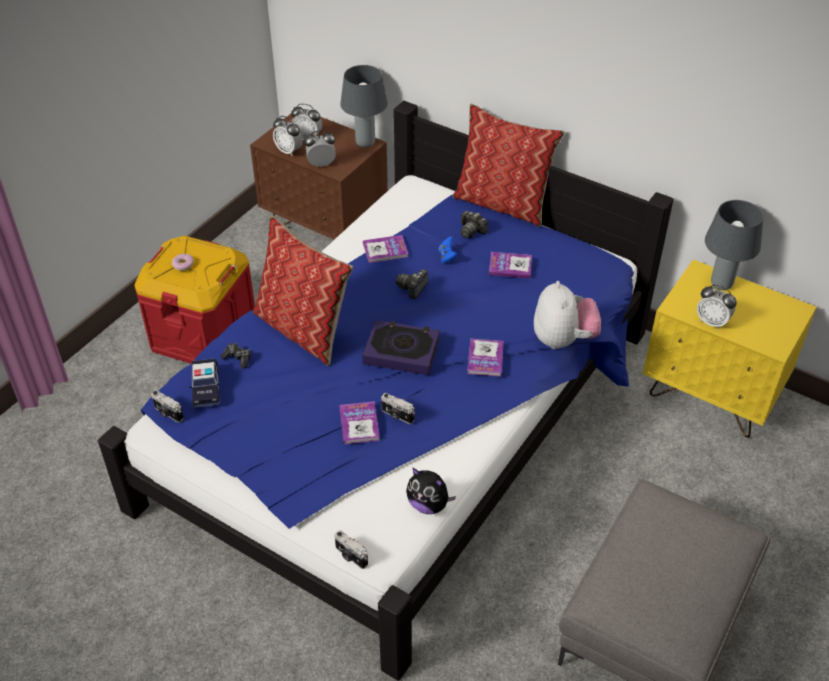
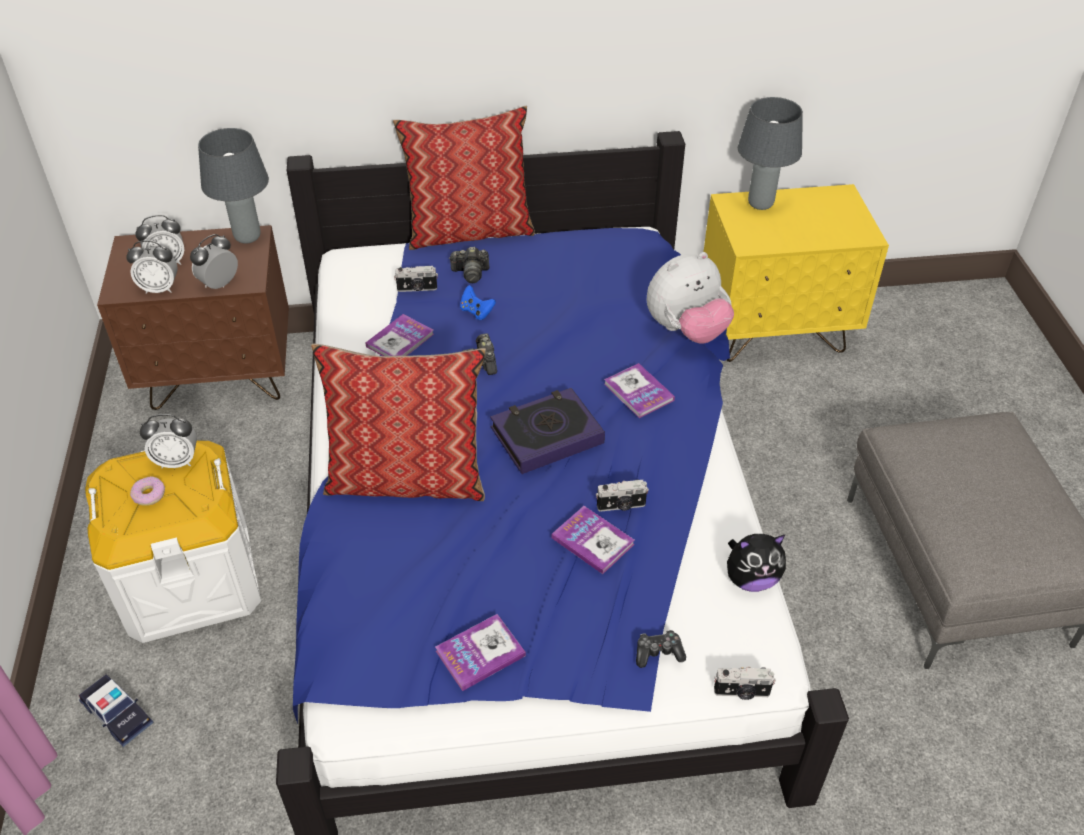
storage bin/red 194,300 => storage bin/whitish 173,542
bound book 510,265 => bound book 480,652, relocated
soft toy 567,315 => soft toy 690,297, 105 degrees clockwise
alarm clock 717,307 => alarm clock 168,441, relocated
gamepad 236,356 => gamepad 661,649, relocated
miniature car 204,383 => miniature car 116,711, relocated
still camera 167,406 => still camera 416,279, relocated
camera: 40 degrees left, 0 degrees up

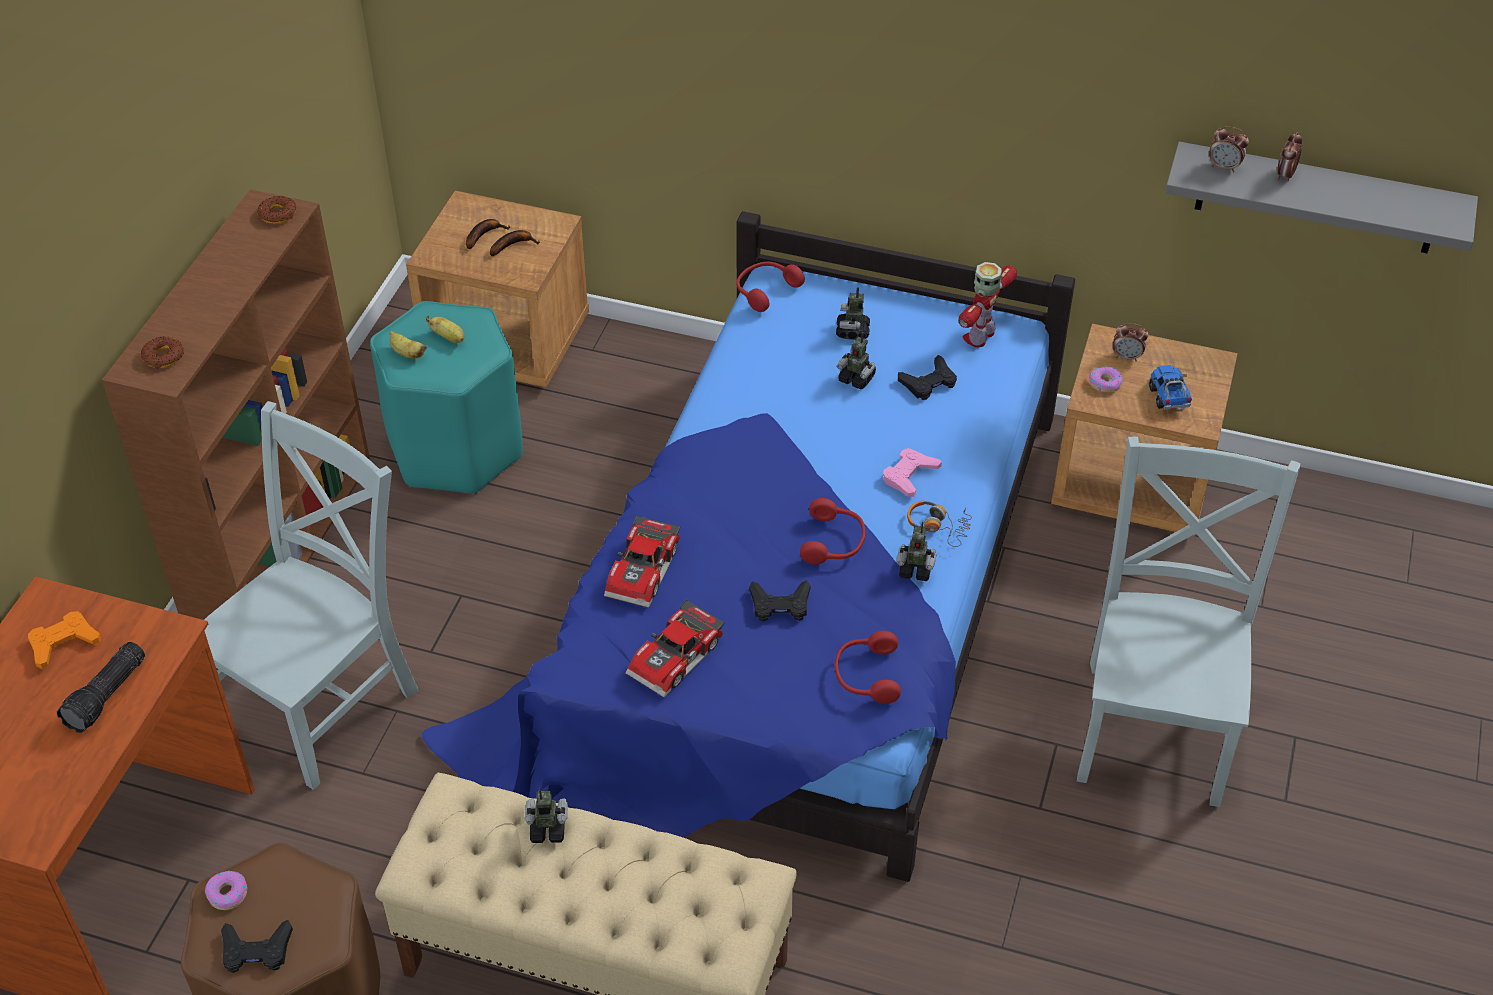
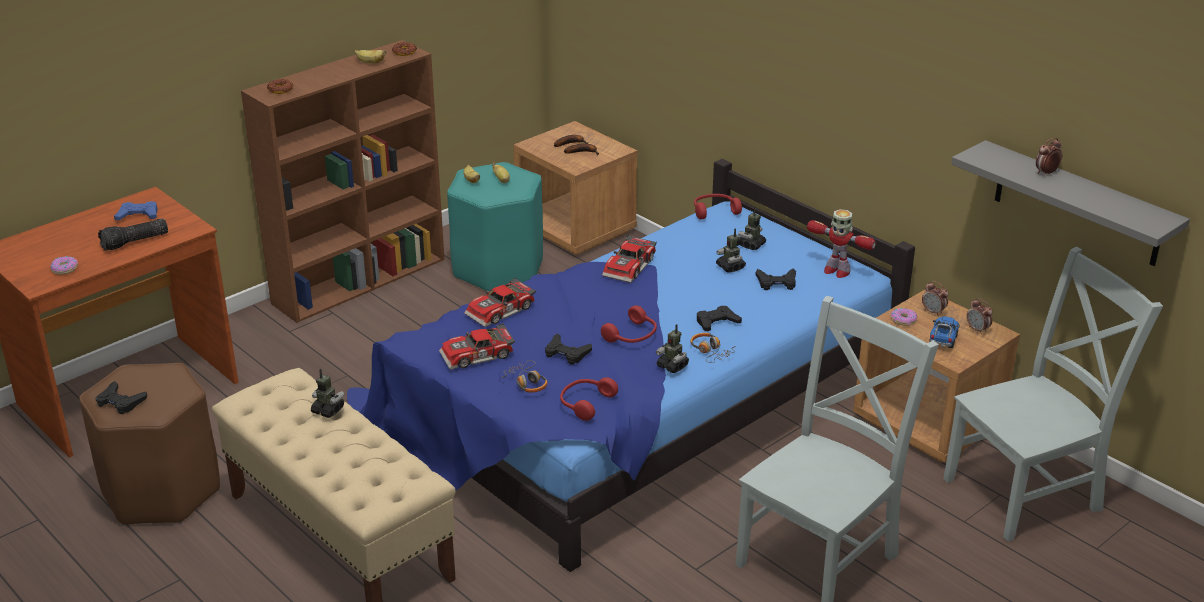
alarm clock 1229,149 => alarm clock 980,316, relocated
model robot 987,305 => model robot 841,243, 120 degrees counterclockwise
chair/gray 311,595 => chair/gray 1053,394, relocated
gamepad/pink 912,472 => gamepad/black-coloured 719,319
gamepad/orange 64,640 => gamepad/blue 136,211
ring doughnut 226,890 => ring doughnut 64,265, relocated
nothing => whole banana 370,56
nothing => miniature car 629,259
nothing => headset 524,376
camera: 30 degrees right, 15 degrees down

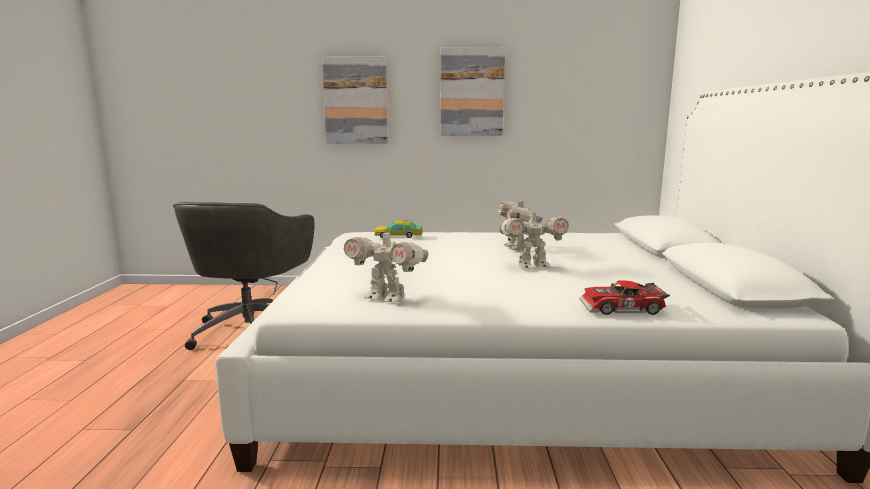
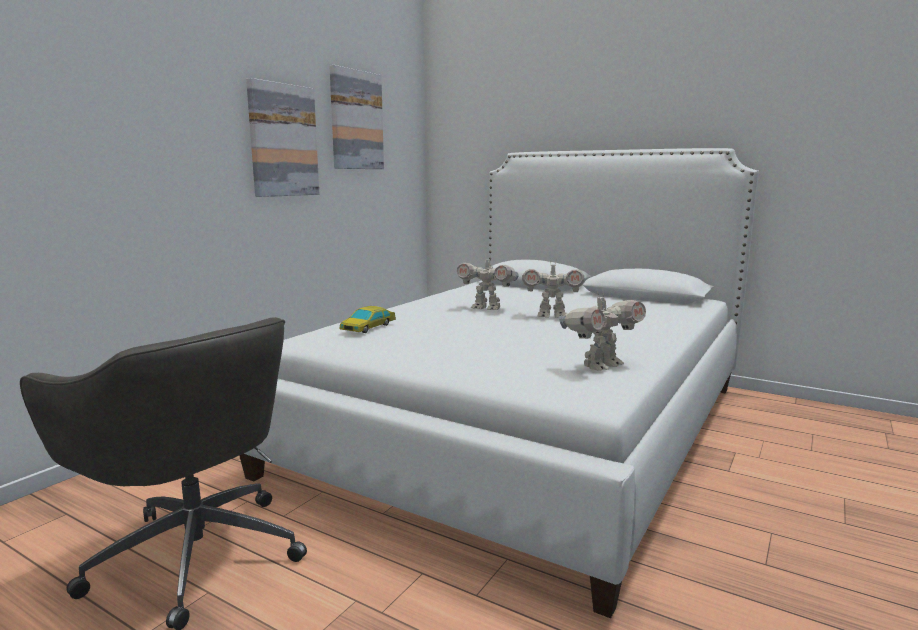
wall picture 355,100 => wall picture 356,117, relocated
model robot 534,239 => model robot 553,289, 75 degrees clockwise
miniature car 624,298 => nothing
camera: 60 degrees left, 0 degrees up

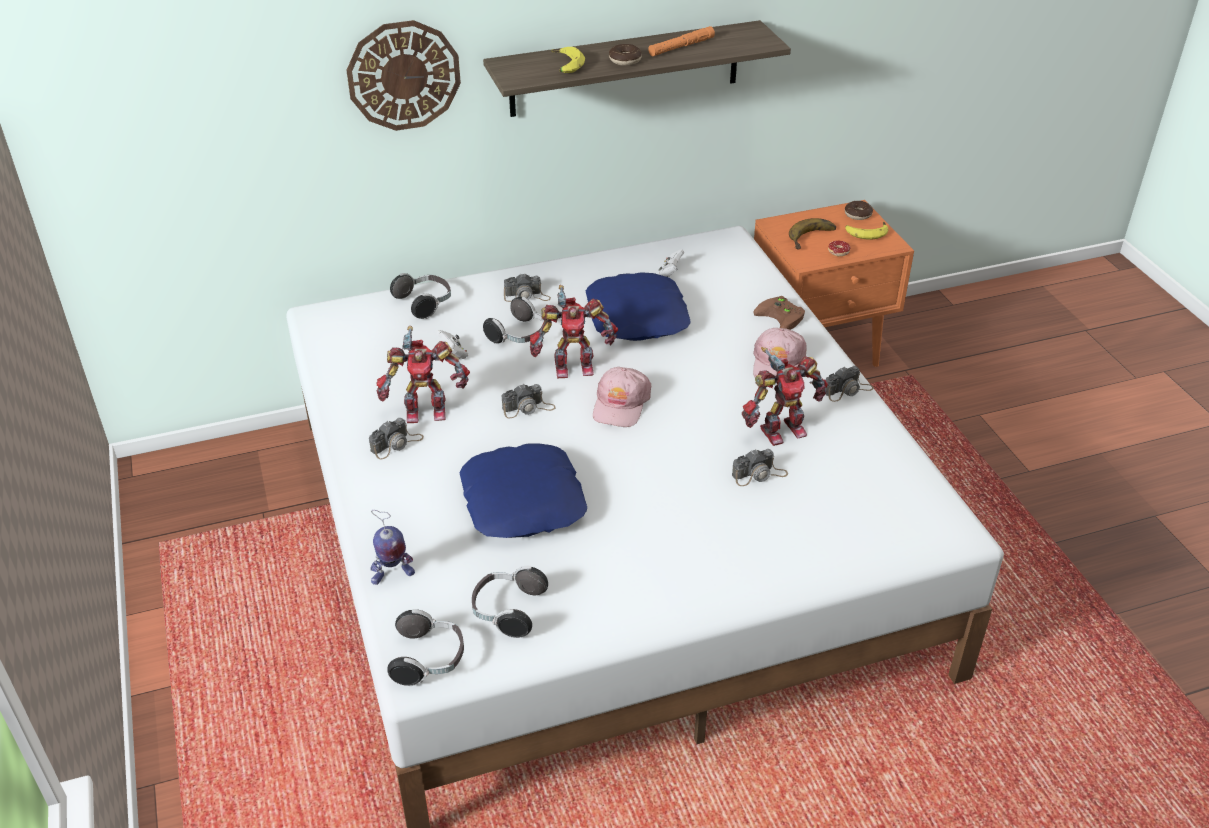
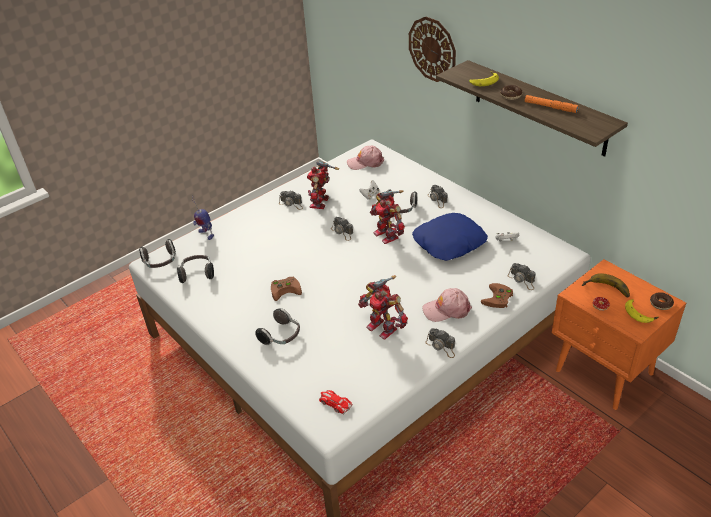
headset 420,296 => headset 277,326, relocated
model robot 423,374 => model robot 323,185, 45 degrees clockwise
peaked cap/pink 622,397 => peaked cap/pink 365,158, relocated
throw pillow/blue 523,490 => nothing
still camera 760,467 => still camera 521,276, relocated
nothing => gamepad/brown-coloured 286,289
nothing => miniature car 336,402
camera: 70 degrees right, 0 degrees up

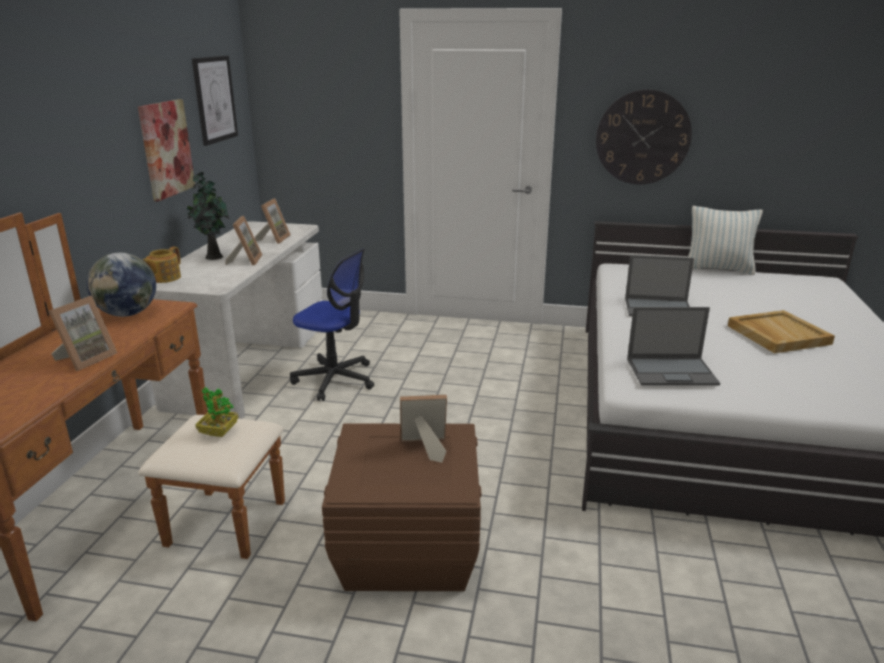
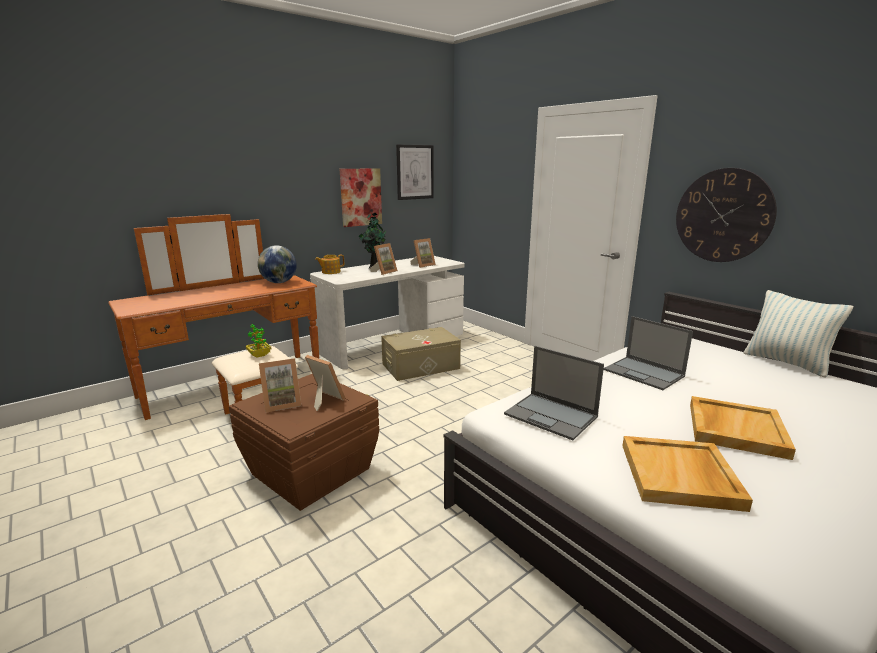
desk chair 332,324 => storage bin/sand-coloured 421,354
photo frame 82,333 => photo frame 280,385, relocated
nothing => serving tray/sand-coloured 687,474
camera: 40 degrees right, 5 degrees down

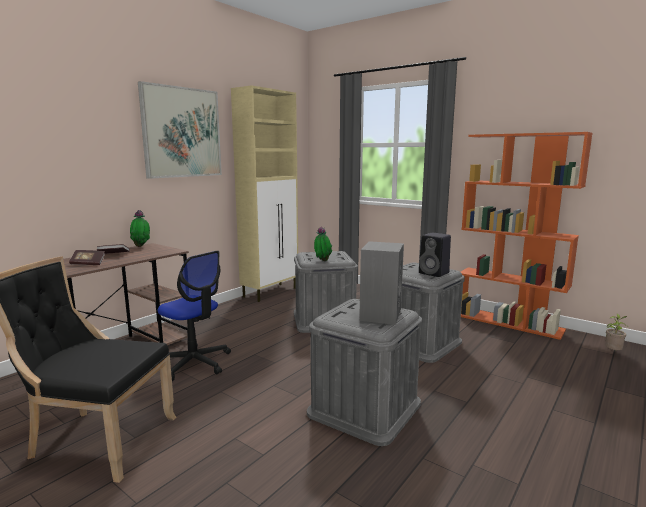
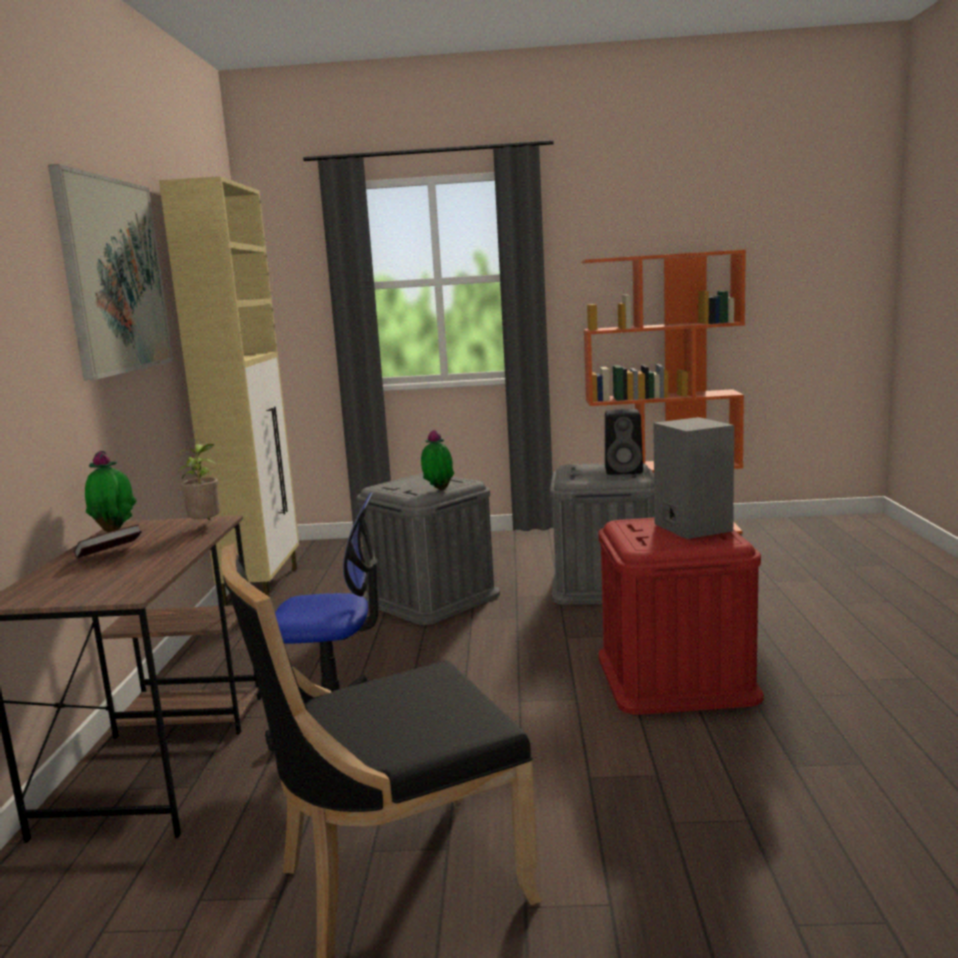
bound book 87,257 => nothing
storage bin/gray 365,372 => storage bin/red 680,616
plant in a pot 616,332 => plant in a pot 199,482, relocated
camera: 35 degrees left, 0 degrees up

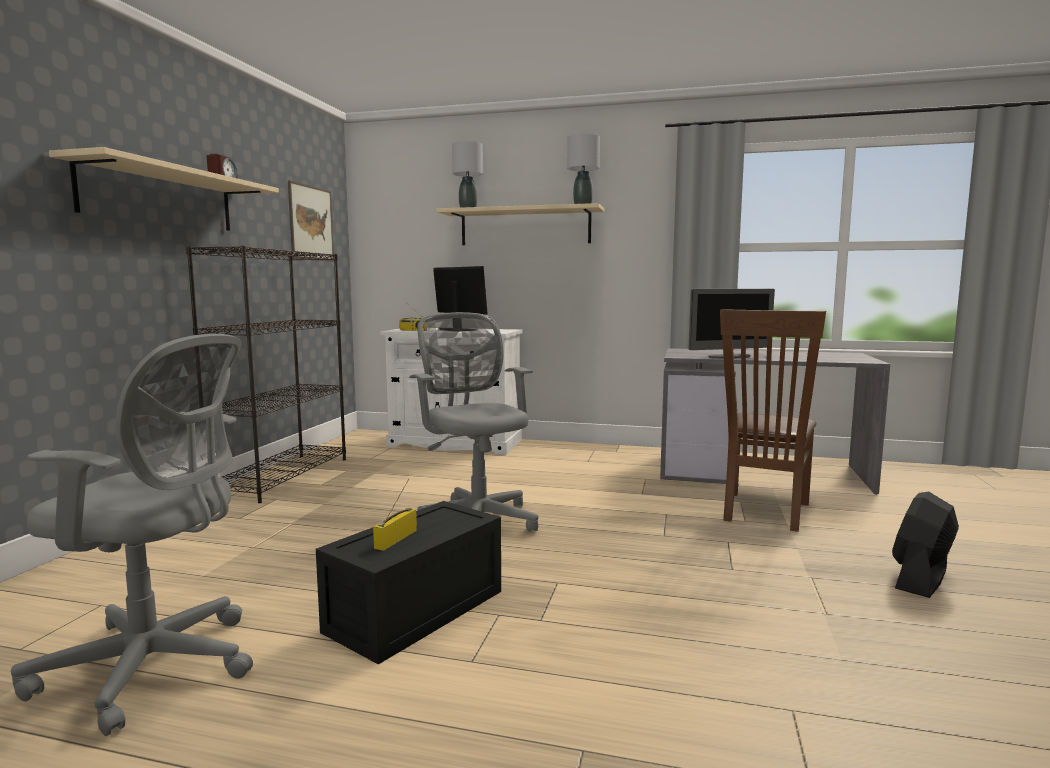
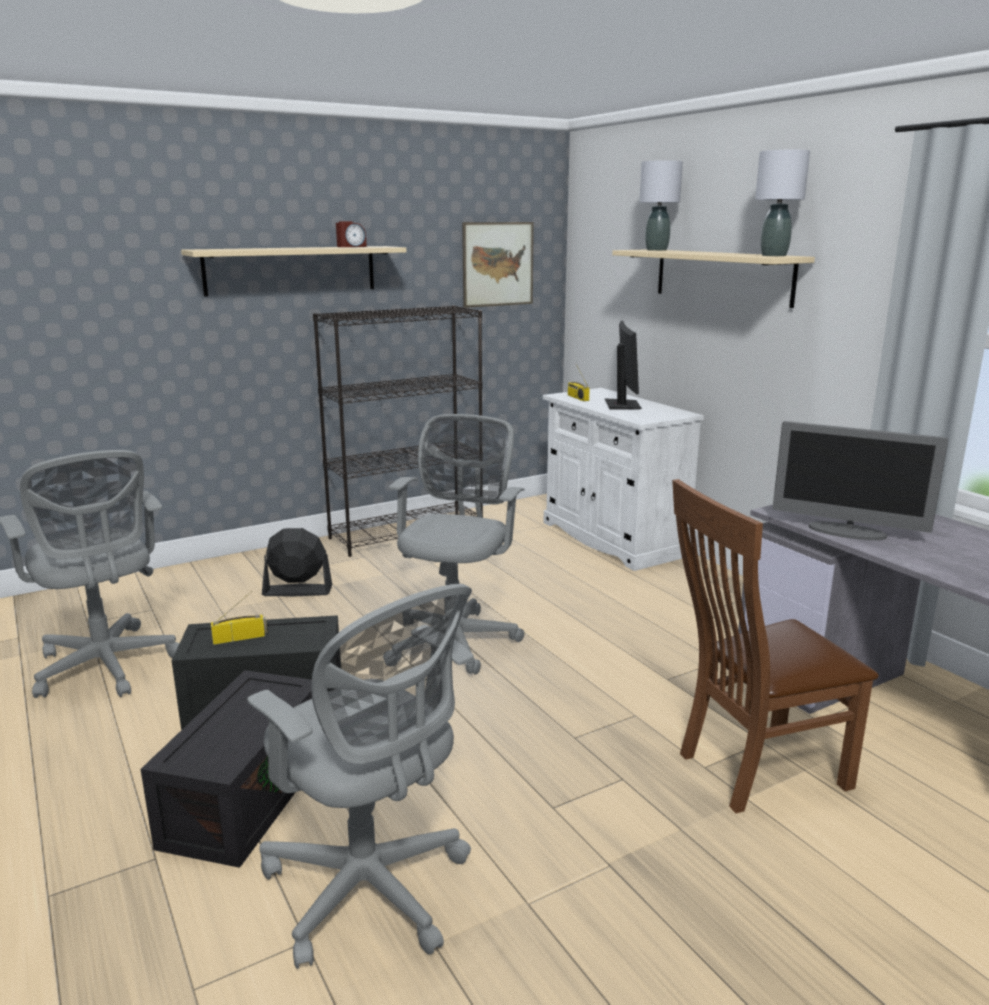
electric fan/black-coloured 925,545 => electric fan/black-coloured 297,562, relocated
nothing => desk chair/gray 360,776
nothing => storage bin/black-coloured 226,769
camera: 45 degrees right, 10 degrees up

